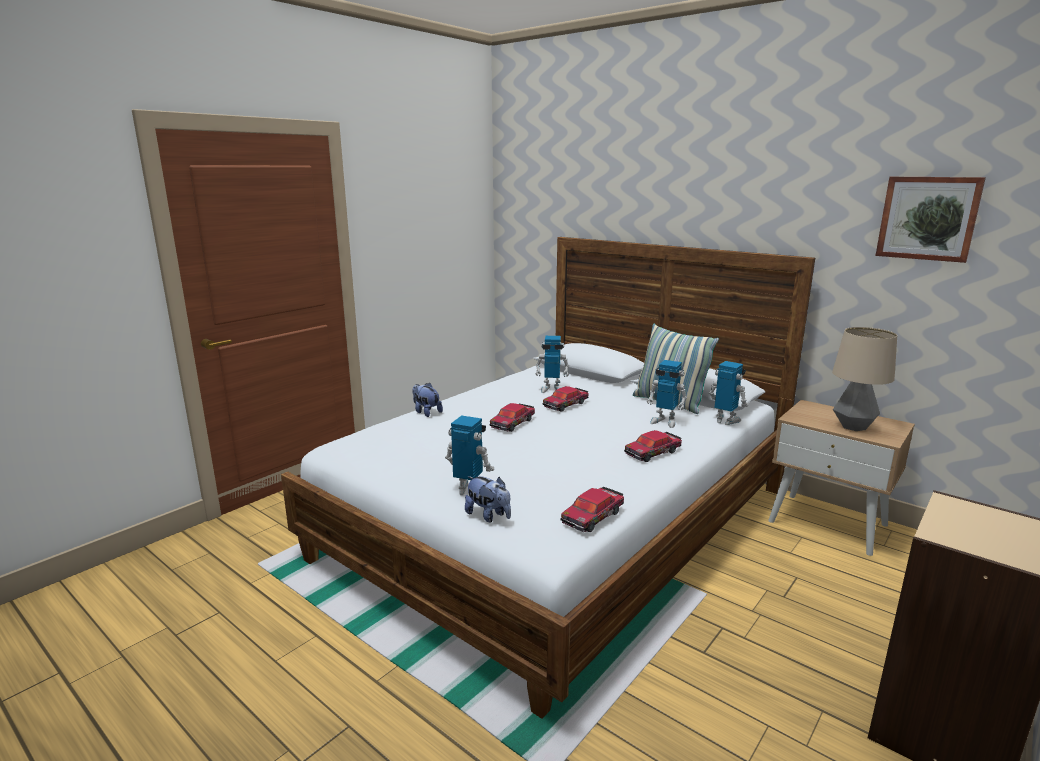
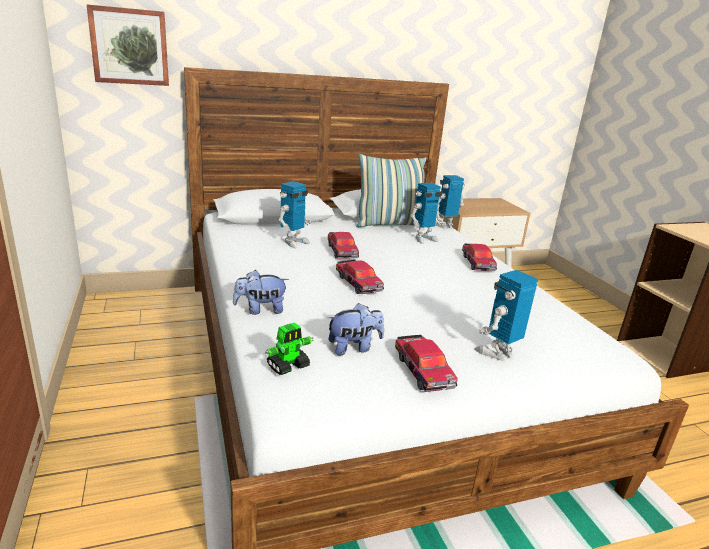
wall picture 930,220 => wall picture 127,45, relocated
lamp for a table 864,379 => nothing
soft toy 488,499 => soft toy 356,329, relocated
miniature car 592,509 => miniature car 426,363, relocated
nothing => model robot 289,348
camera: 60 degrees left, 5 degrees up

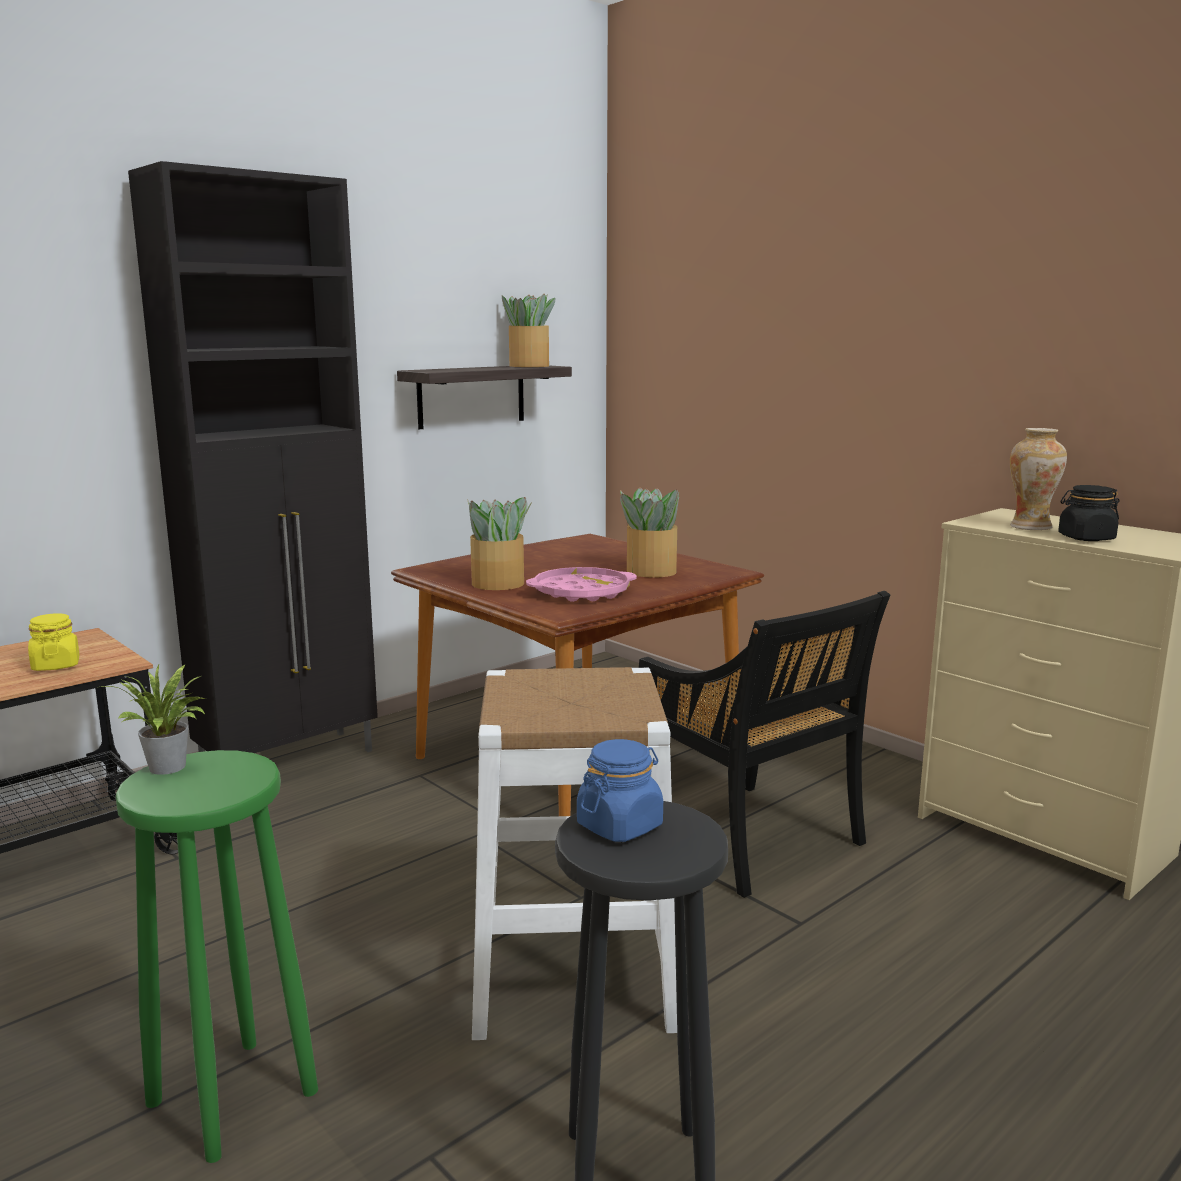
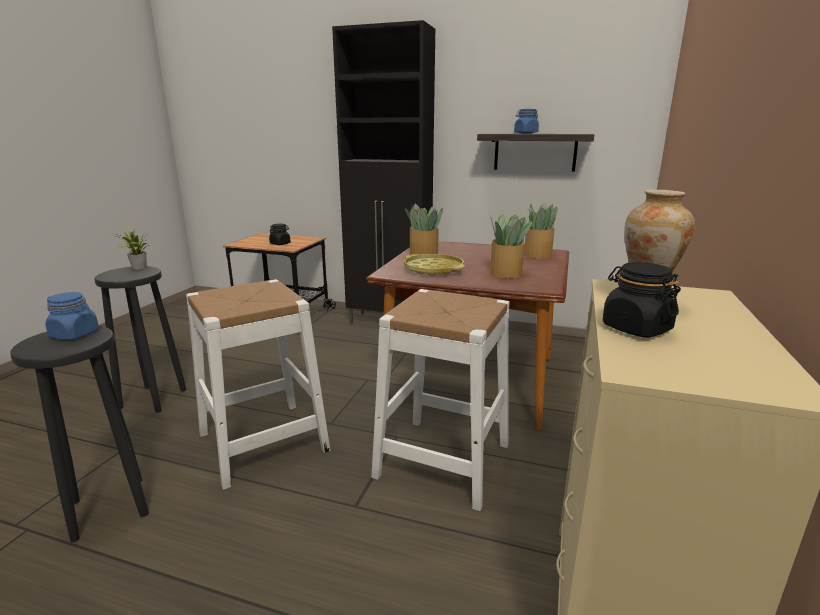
plant in a pot 529,330 => plant in a pot 540,231, relocated
serving tray/pink 581,584 => serving tray/yellow-coloured 434,265
chair/black-coloured 764,744 => stool/whitish 440,400
preserve jar/yellow-coloured 54,642 => preserve jar/black-coloured 280,234
stool/green-coloured 216,956 => stool/black-coloured 140,339
nothing => preserve jar/blue 526,121
camera: 60 degrees right, 5 degrees up

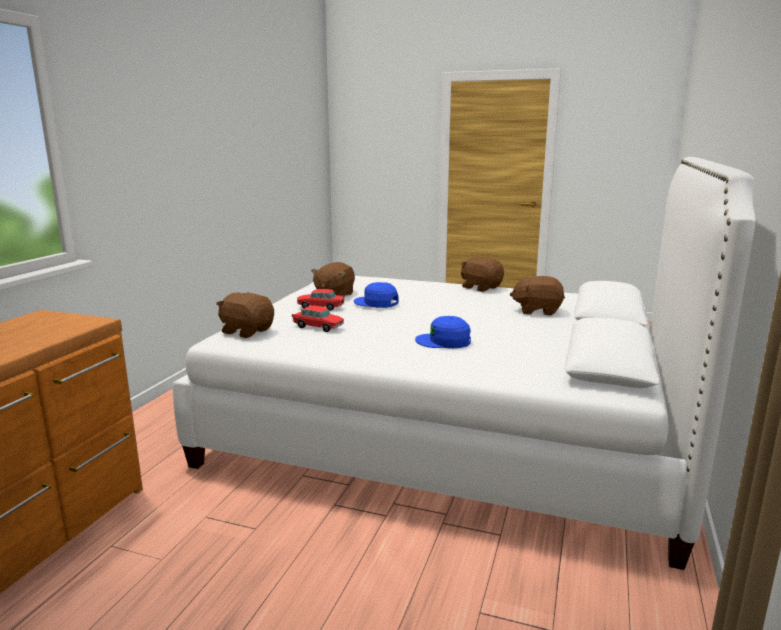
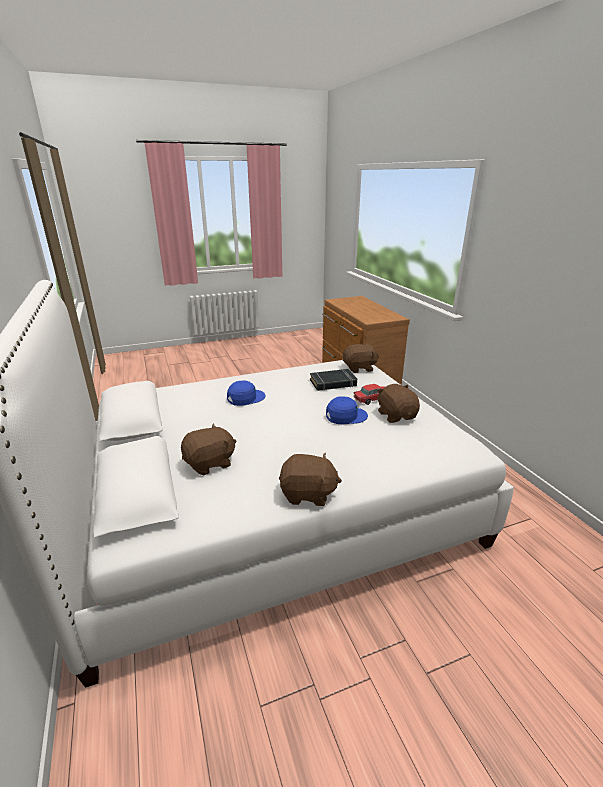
miniature car 318,319 => bound book/black-coloured 333,380
camera: 140 degrees right, 10 degrees up

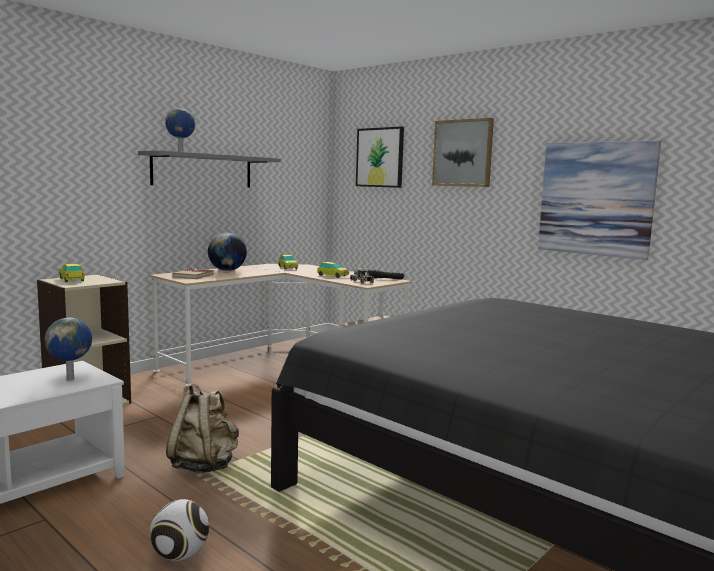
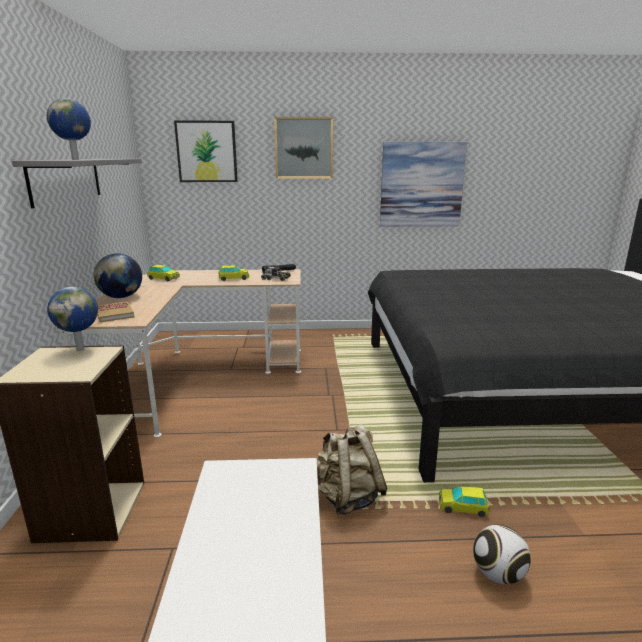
miniature car 71,273 => miniature car 464,502, relocated
globe 68,349 => globe 72,319, relocated
camera: 45 degrees left, 10 degrees up

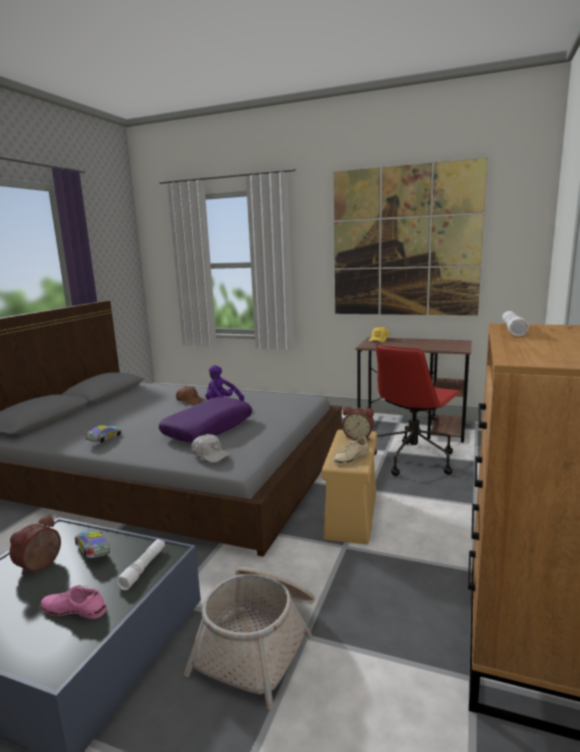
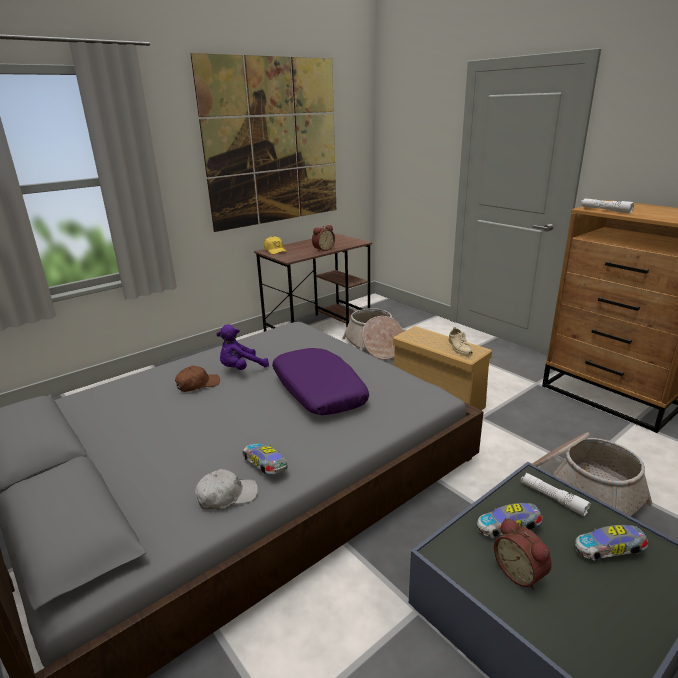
desk chair/red 418,410 => storage basket 373,334
alarm clock 358,423 => alarm clock 323,238, relocated
peaked cap/whitish 210,448 => peaked cap/whitish 226,489, relocated
low shoe/pink 73,602 => miniature car 611,543
camera: 60 degrees left, 10 degrees up

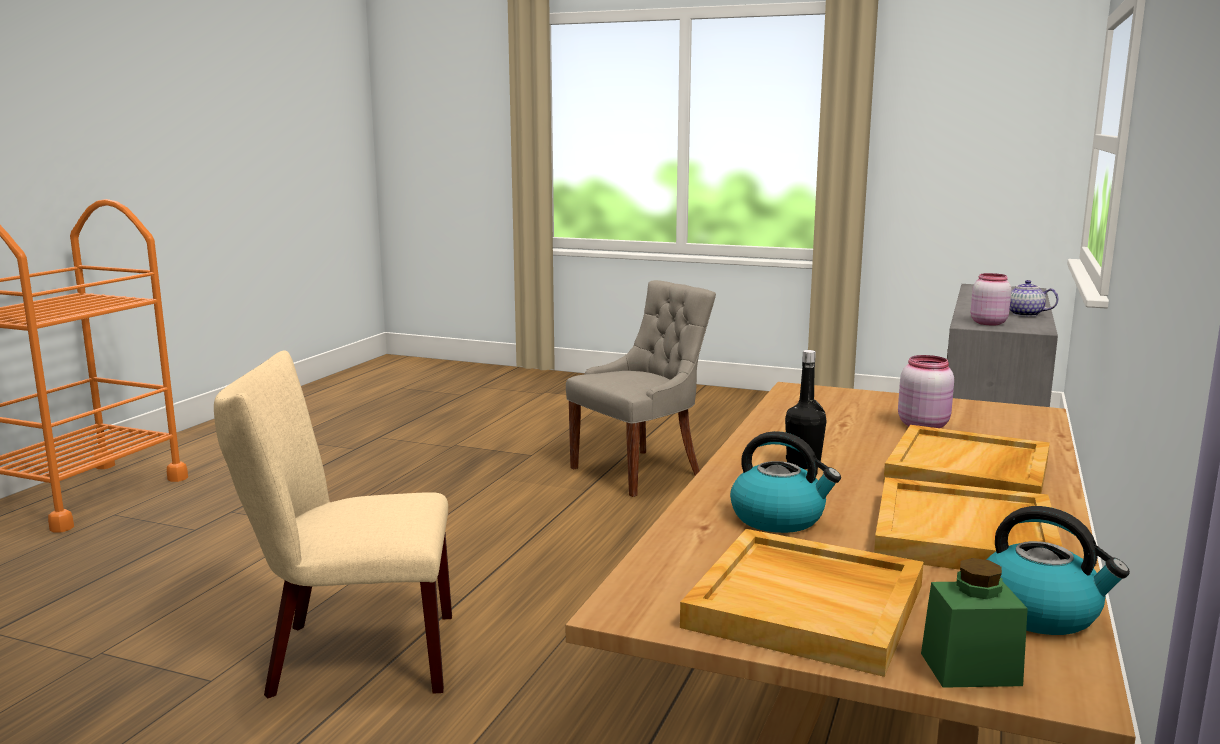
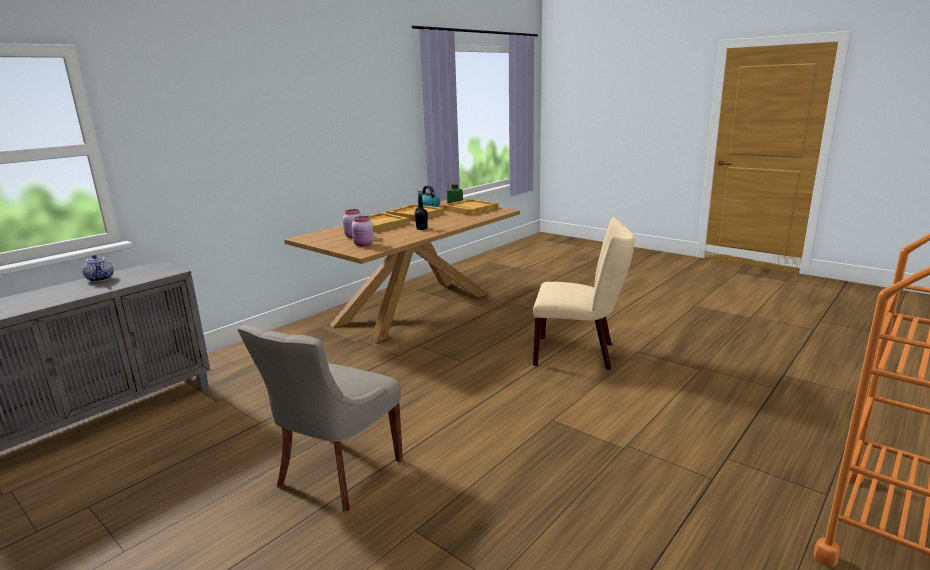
preserve jar/pink 991,299 => preserve jar/pink 363,231, relocated
chair/gray 641,388 => chair/gray 320,417, 45 degrees counterclockwise
kettle 785,482 => nothing
camera: 160 degrees left, 5 degrees up

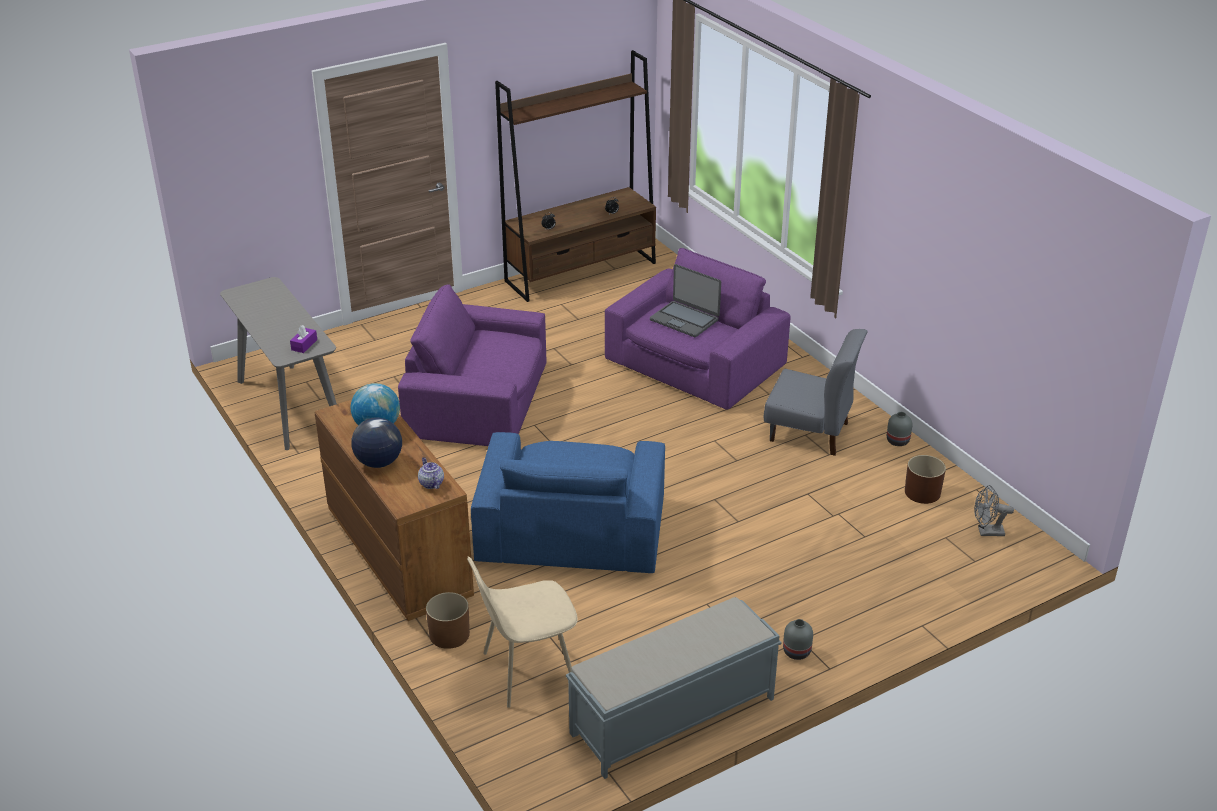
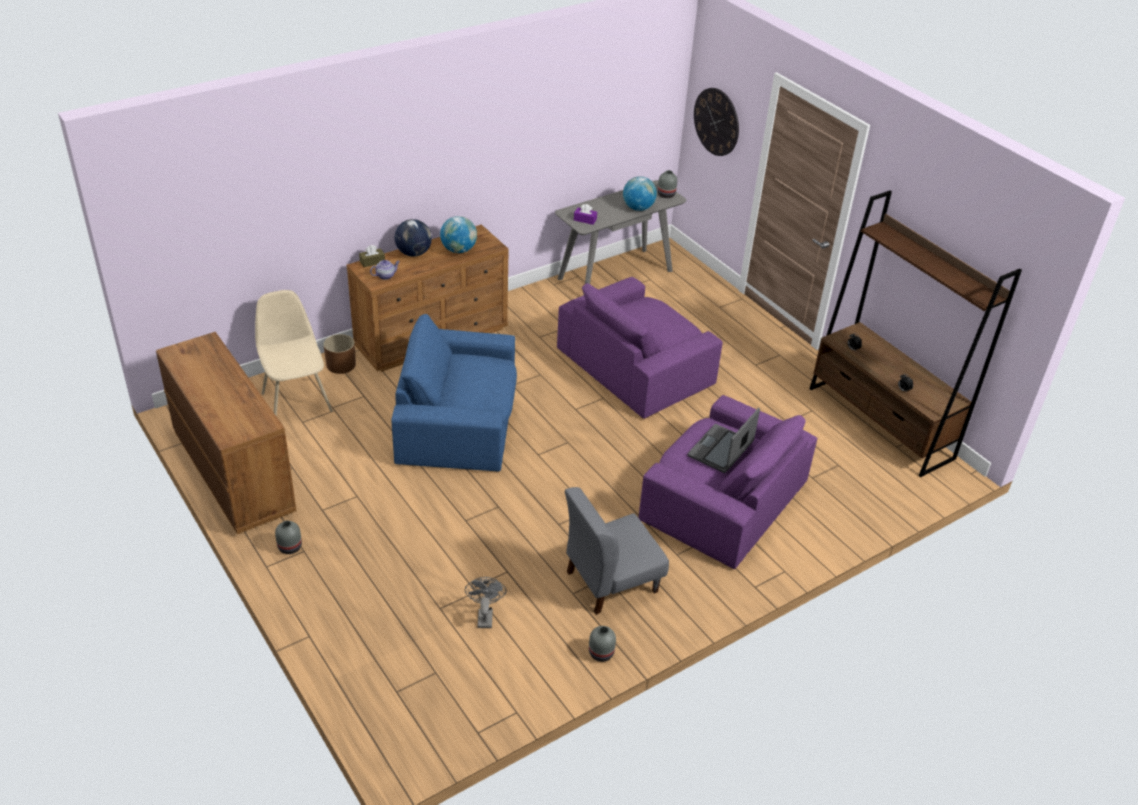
easy chair/purple-coloured 472,365 => easy chair/purple-coloured 640,348, 135 degrees counterclockwise
chair/gray 816,392 => chair/gray 617,551, 45 degrees clockwise
planter/brown-coloured 925,479 => nothing
electric fan/gray 994,510 => electric fan/gray 486,602, relocated
indoor bench/gray 673,688 => chest of drawers/brown-coloured 226,433
nothing => wall clock 716,122
nothing => decorative vase/gray 667,184
nothing => globe 640,193
nothing => tissue holder/brown-coloured 372,256
camera: 85 degrees right, 5 degrees up

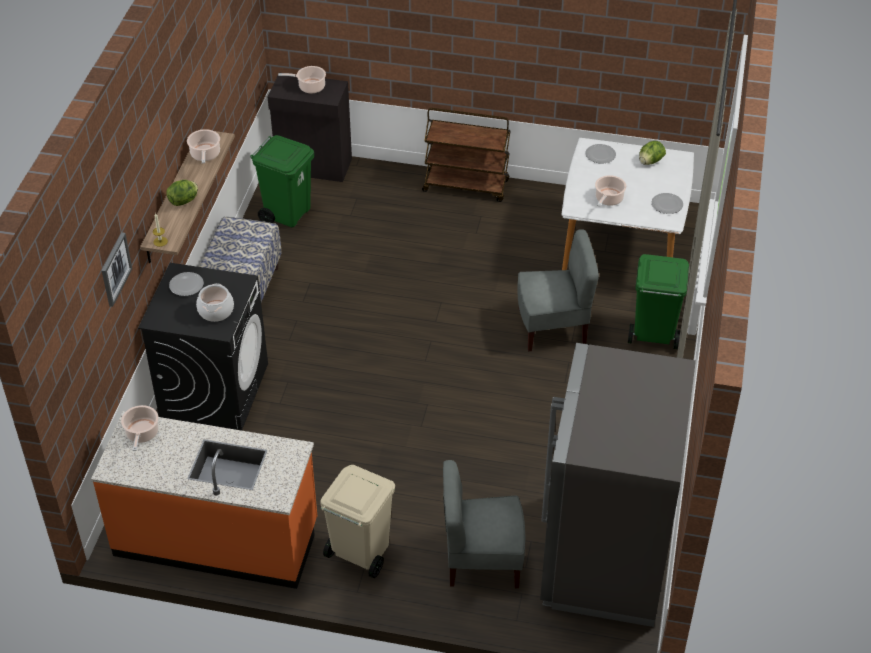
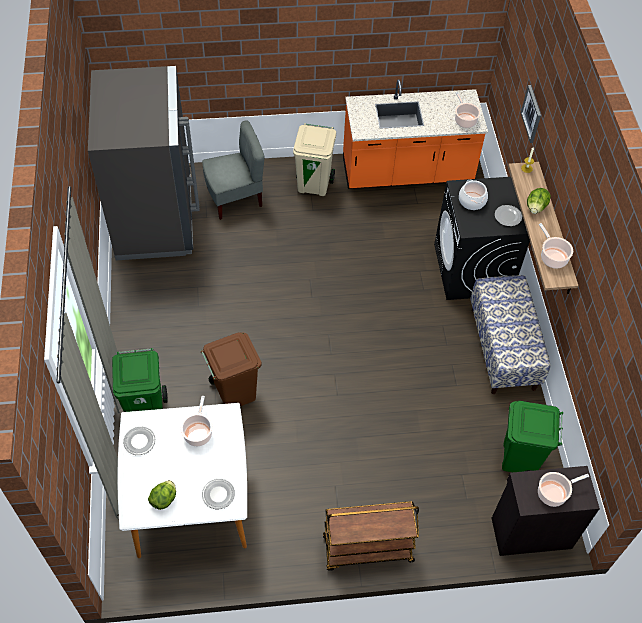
chair/gray 558,290 => rubbish bin/brown-coloured 231,370
camera: 160 degrees right, 10 degrees up

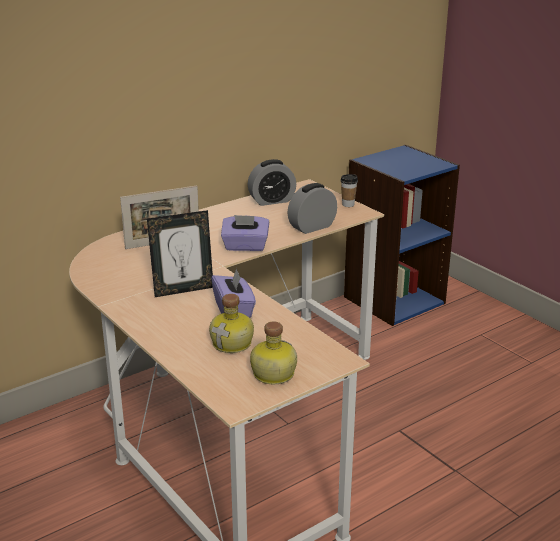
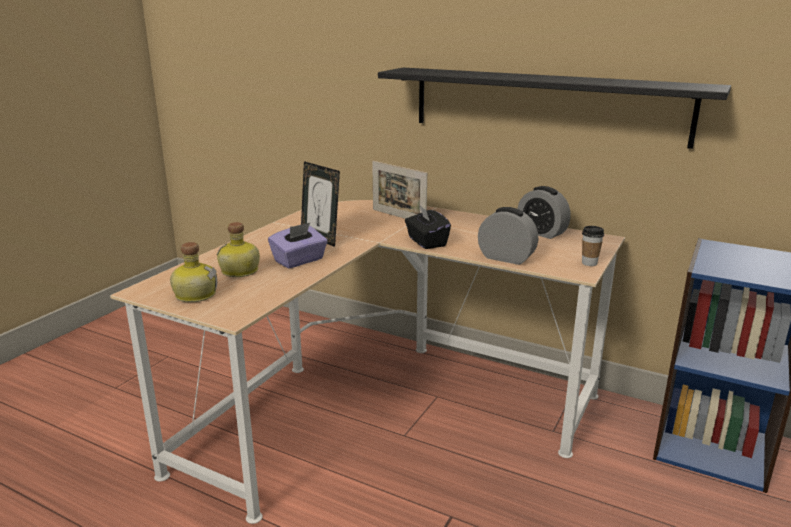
tissue holder/purple-coloured 245,233 => tissue holder/black-coloured 428,227
nothing => shelf/black-coloured 554,108
camera: 65 degrees right, 5 degrees down

